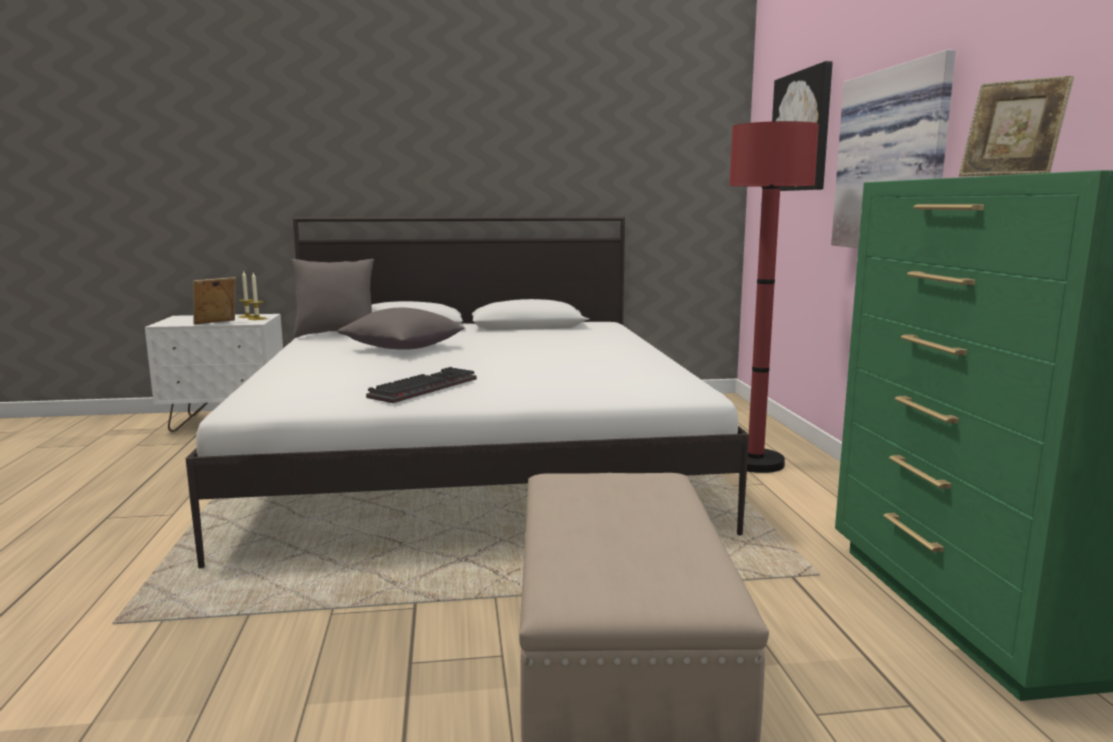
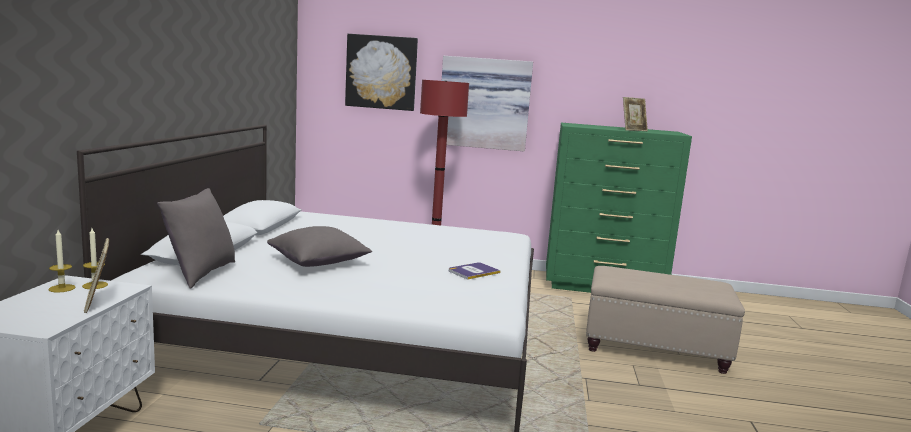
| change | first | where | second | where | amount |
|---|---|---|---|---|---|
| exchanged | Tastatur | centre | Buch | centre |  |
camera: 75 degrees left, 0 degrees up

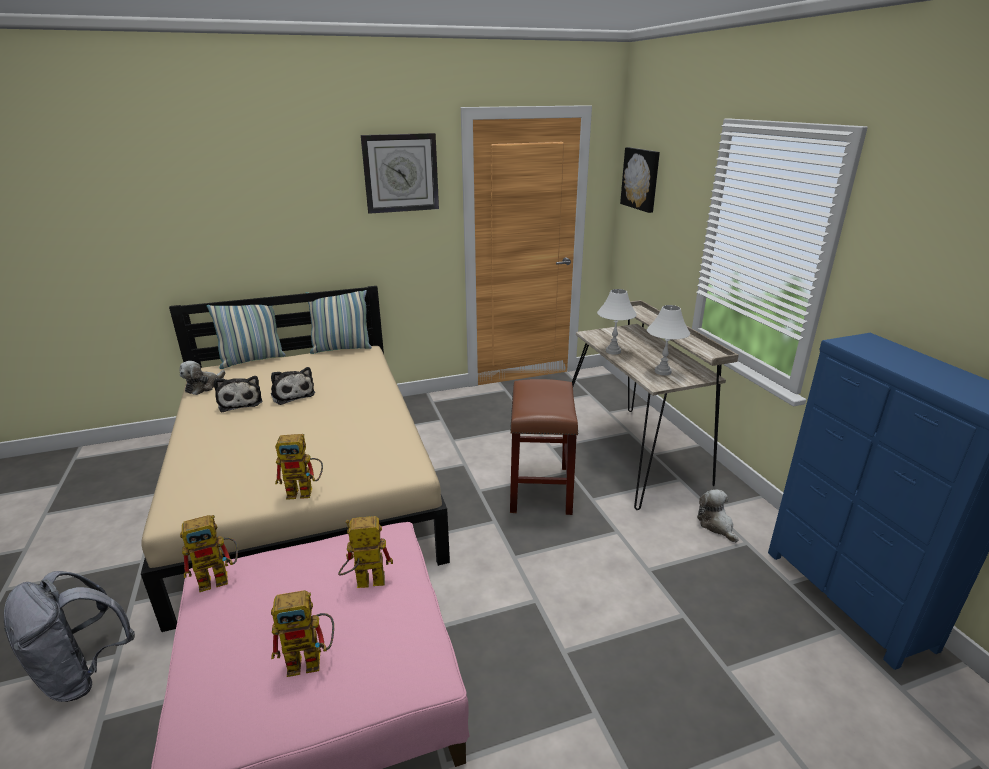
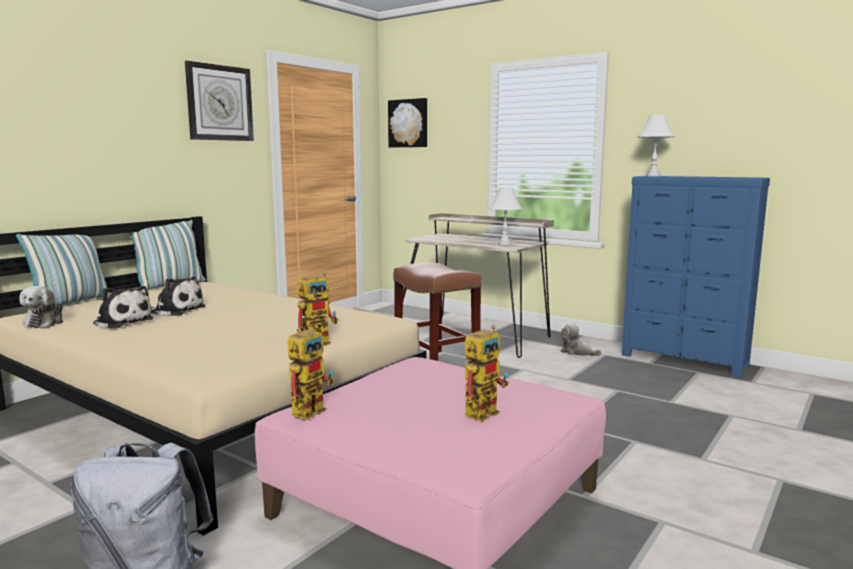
| change | first | where | second | where | amount |
|---|---|---|---|---|---|
| missing | Spielzeugroboter (no. 4 from left) | bottom centre |  |  |  |
| relocated | Tischlampe [weiß] (no. 1 from left in the first image) | centre | Tischlampe [weiß] (no. 2 from left) | top right |  |
camera: 35 degrees left, 15 degrees down

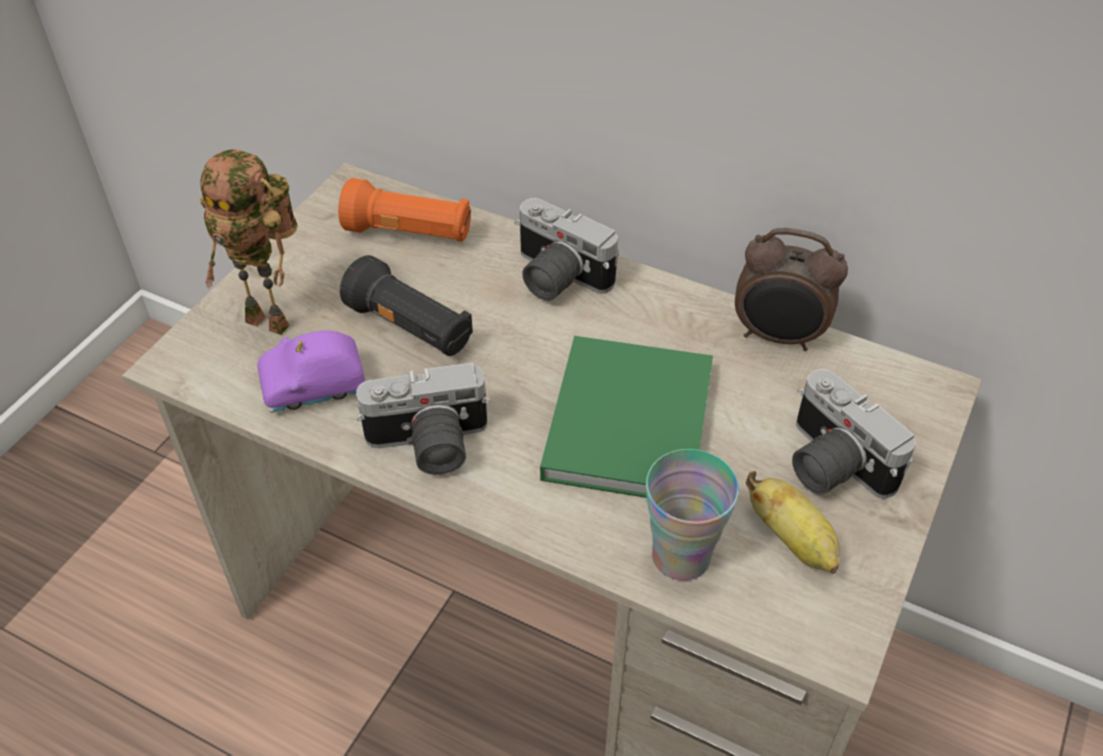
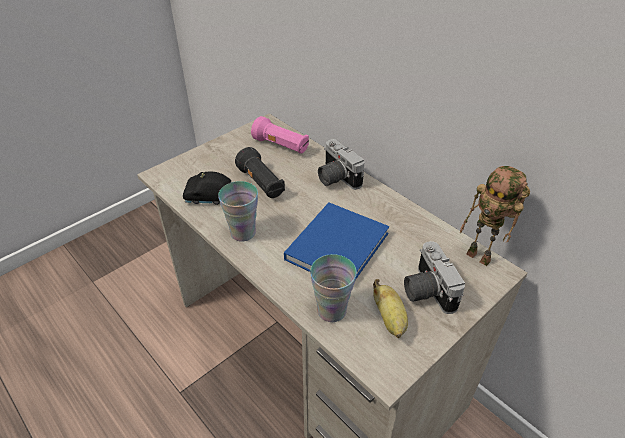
| change | first | where | second | where | amount |
|---|---|---|---|---|---|
| missing | Wecker | middle right |  |  |  |
| relocated | Spielzeugroboter | top left |  | middle right |  |
| exchanged | Kamera (no. 1 from left) | centre | Tasse (no. 1 from left) | centre |  |
| colour | Spielzeugauto [lila] | middle left | Spielzeugauto [schwarz] | middle left |  |
| colour | Taschenlampe [orange] | top centre | Taschenlampe [rosa] | top centre |  |
| colour | Buch [grün] | centre | Buch [blau] | centre |  |
camera: 20 degrees right, 5 degrees down

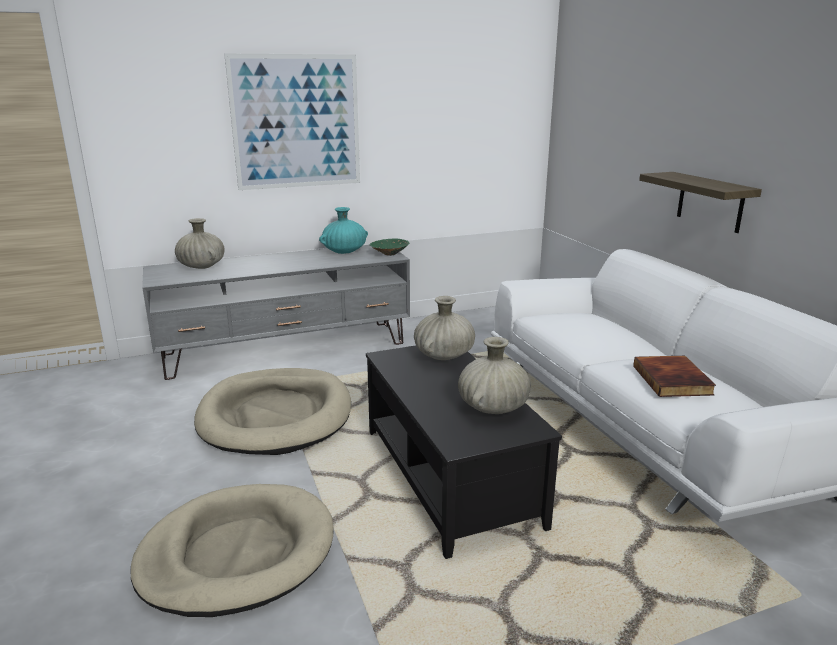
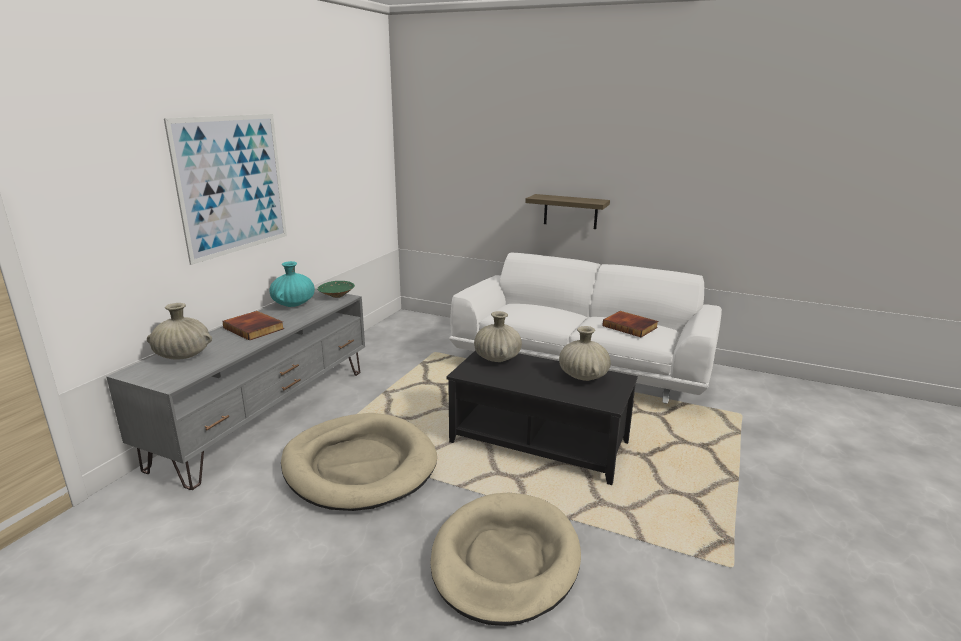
| change | first | where | second | where | amount |
|---|---|---|---|---|---|
| appeared |  |  | Buch (no. 1 from left) | middle left |  |
camera: 45 degrees left, 0 degrees up

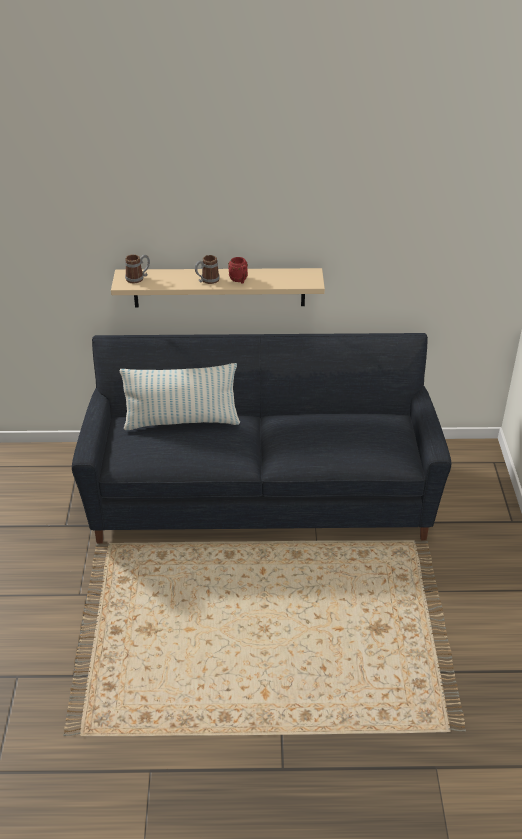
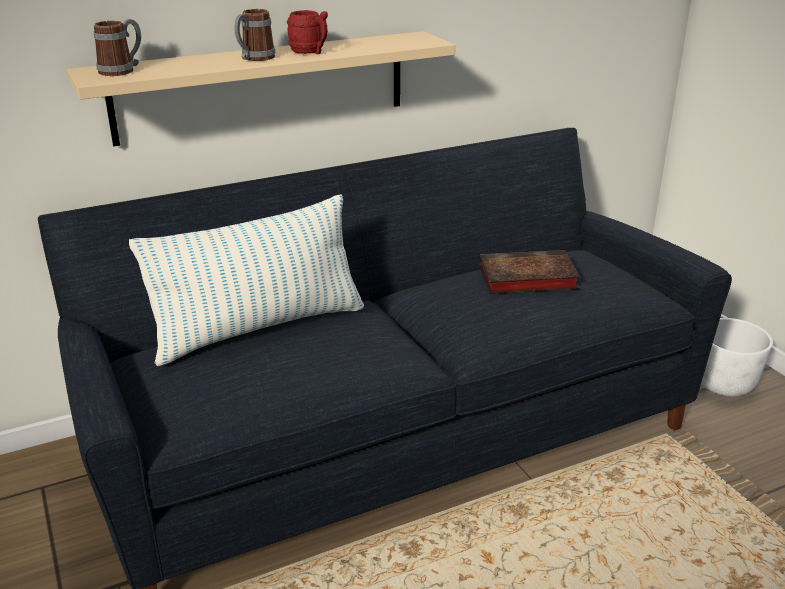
| change | first | where | second | where | amount |
|---|---|---|---|---|---|
| appeared |  |  | Buch | middle right |  |
| appeared |  |  | Pflanzkübel [weiß] | middle right |  |
camera: 25 degrees left, 10 degrees down

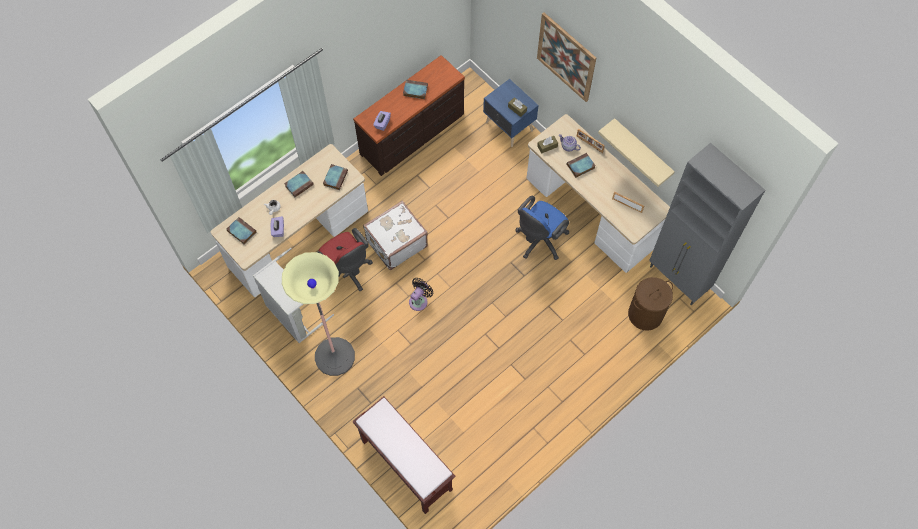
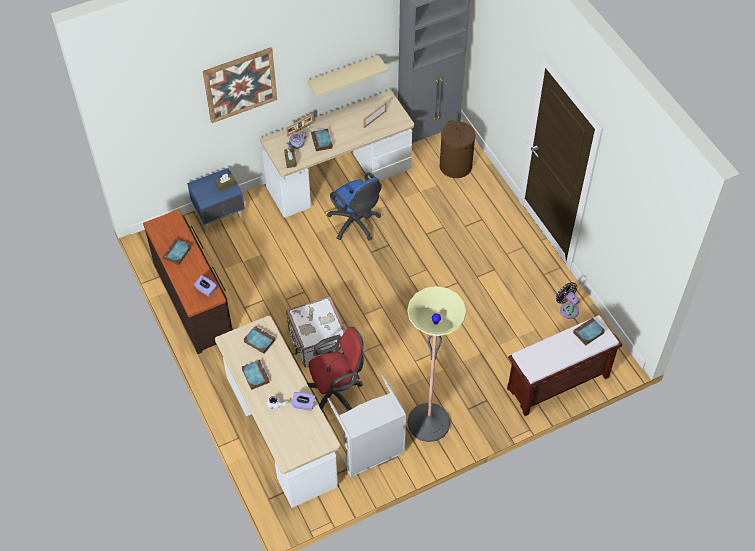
| change | first | where | second | where | amount |
|---|---|---|---|---|---|
| relocated | Buch (no. 1 from left in the first image) | middle left | Buch (no. 5 from left) | middle right |  |
| relocated | Ventilator [schwarz] | centre |  | middle right |  |
camera: 75 degrees left, 10 degrees down

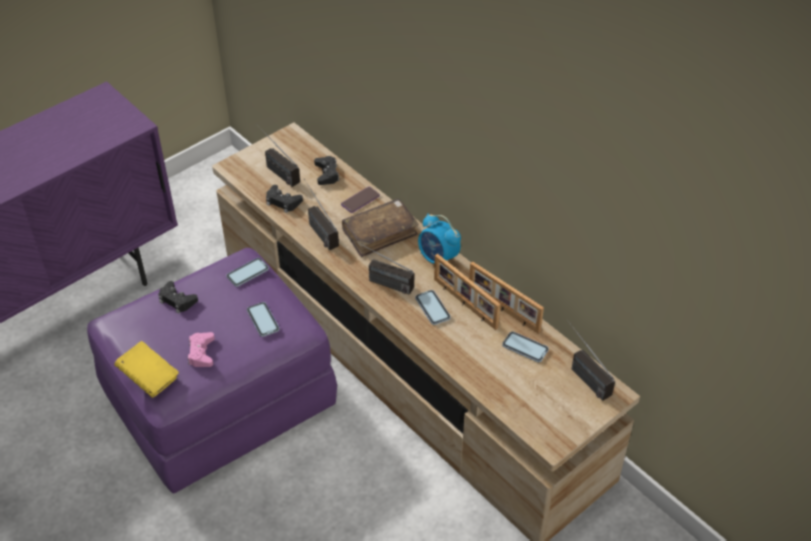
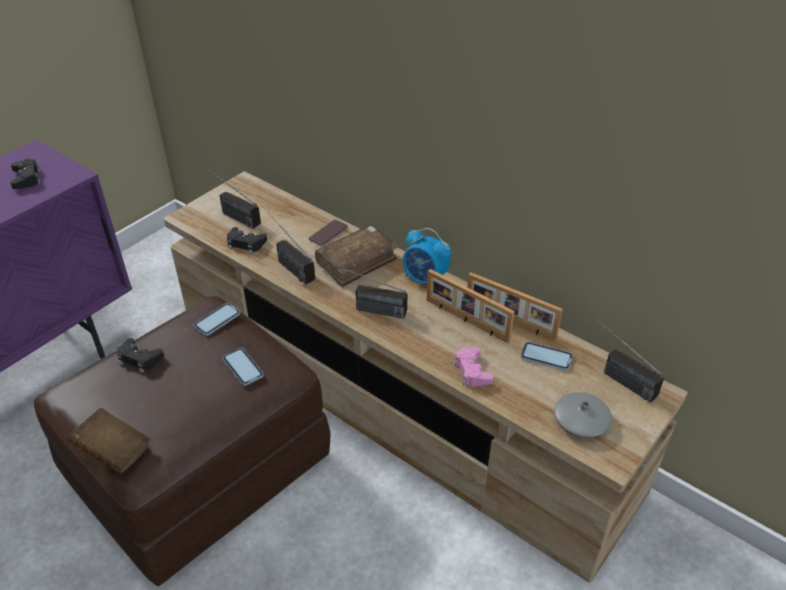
| change | first | where | second | where | amount |
|---|---|---|---|---|---|
| missing | Handy (no. 4 from left) | centre |  |  |  |
| appeared |  |  | Vase [grau] | bottom right |  |
| relocated | Gamepad [rosa] | middle left |  | centre |  |
| relocated | Gamepad [schwarz] (no. 3 from left in the first image) | top centre | Gamepad [schwarz] (no. 1 from left) | top left |  |
| colour | Polsterhocker [lila] | bottom left | Polsterhocker [braun] | bottom left |  |
| colour | Buch [gelb] | bottom left | Buch [braun] (no. 1 from left) | bottom left |  |
camera: 10 degrees left, 5 degrees down

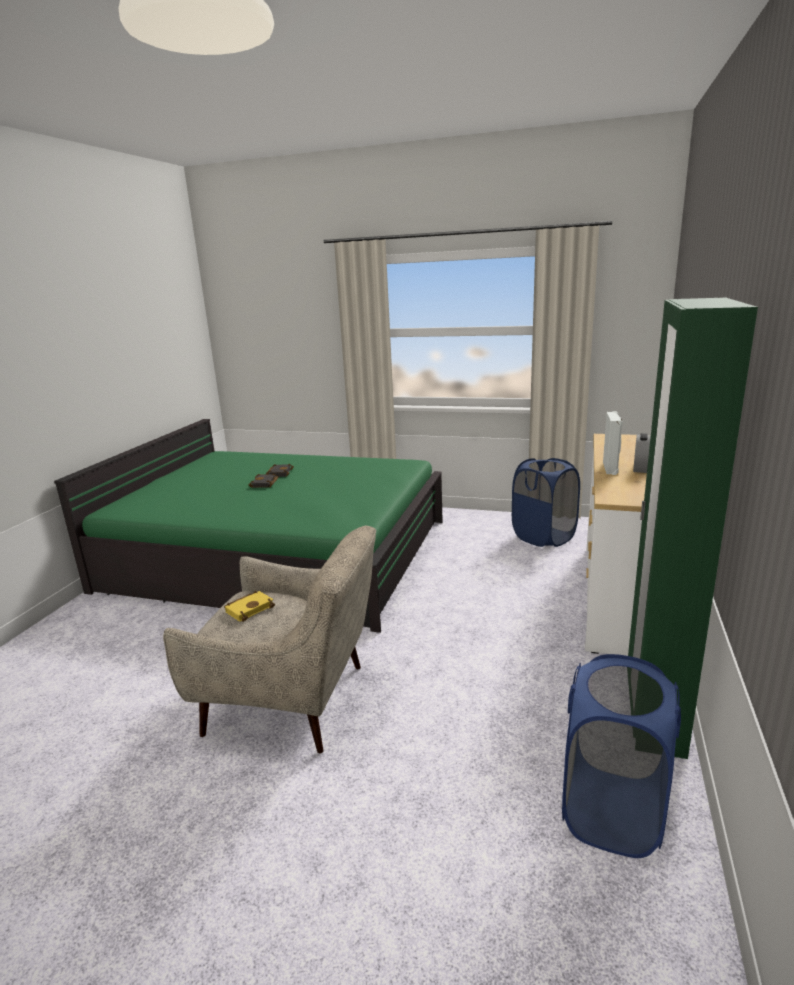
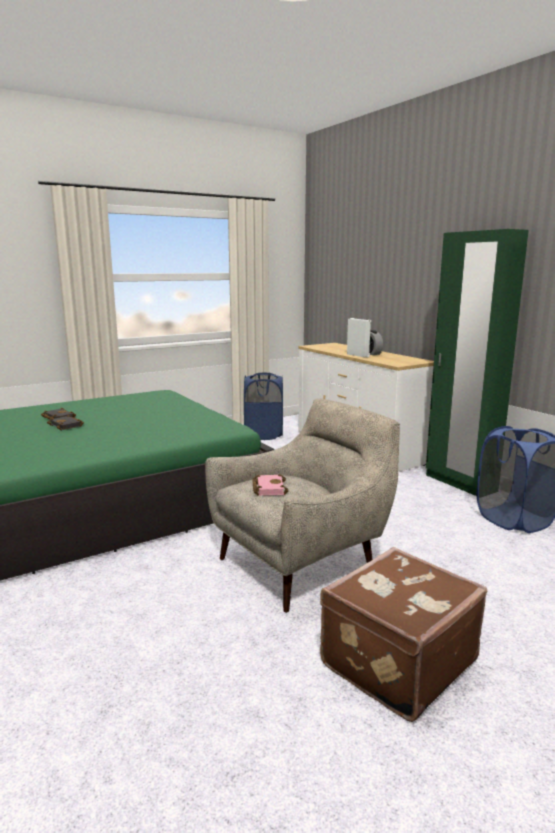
| change | first | where | second | where | amount |
|---|---|---|---|---|---|
| appeared |  |  | Koffer [braun] | bottom right |  |
| colour | Buch [gelb] | middle left | Buch [rosa] | centre |  |
camera: 50 degrees left, 5 degrees down

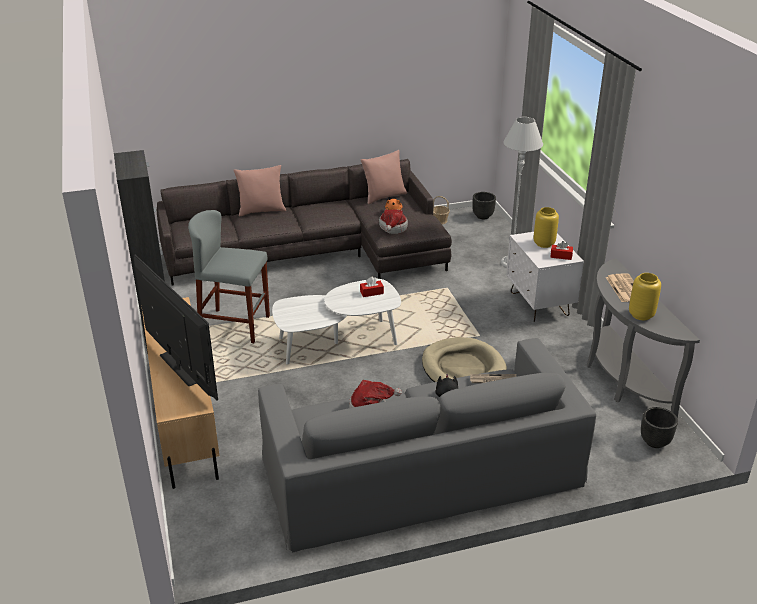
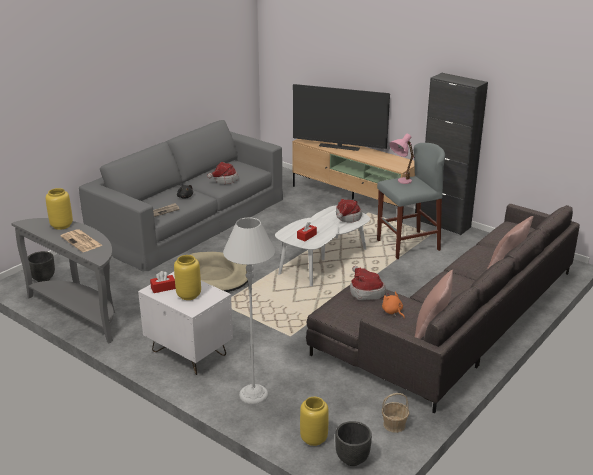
| change | first | where | second | where | amount |
|---|---|---|---|---|---|
| appeared |  |  | Vase [gelb] (no. 3 from left) | bottom centre |  |
| appeared |  |  | Hut (no. 2 from left) | centre |  |
| appeared |  |  | Tischlampe [rosa] | middle right |  |
camera: 145 degrees right, 5 degrees down

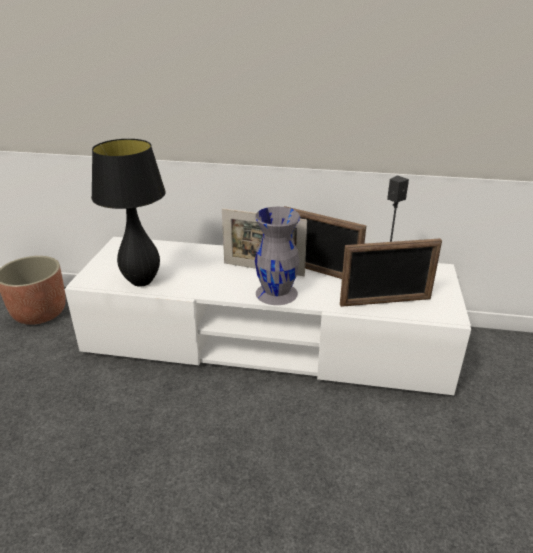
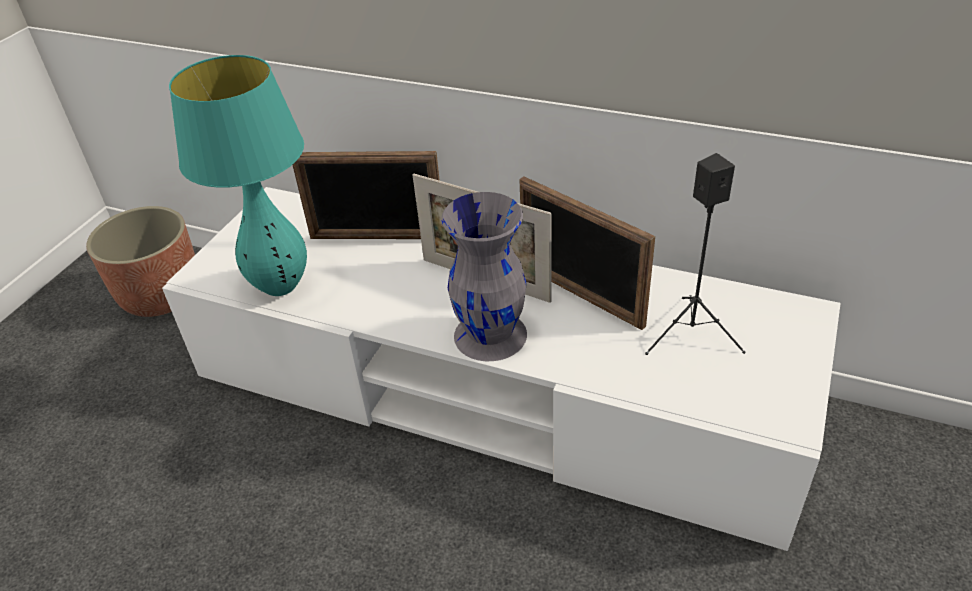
| change | first | where | second | where | amount |
|---|---|---|---|---|---|
| relocated | Bilderrahmen (no. 3 from left in the first image) | middle right | Bilderrahmen (no. 1 from left) | top centre |  |
| colour | Tischlampe [schwarz] | middle left | Tischlampe [türkis] | top left |  |
camera: 15 degrees right, 10 degrees up

